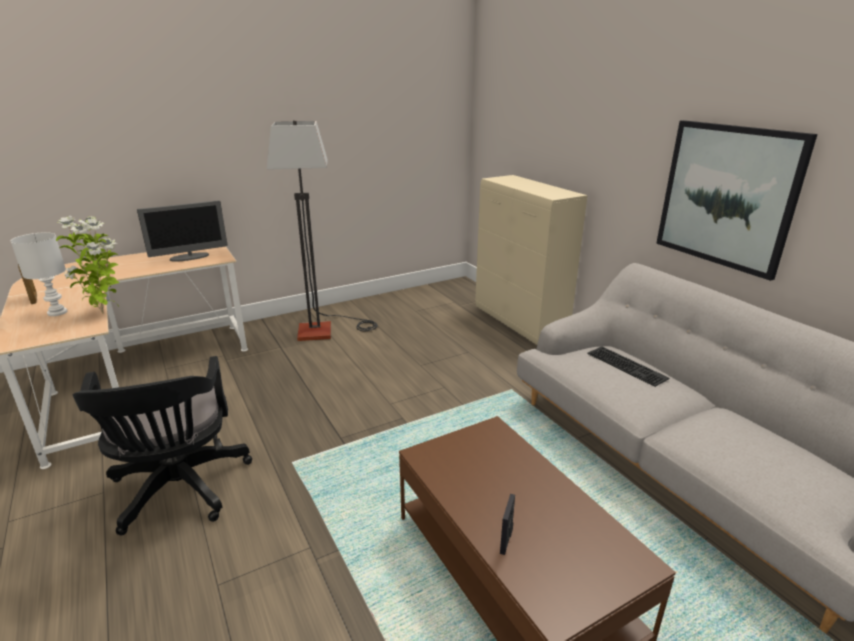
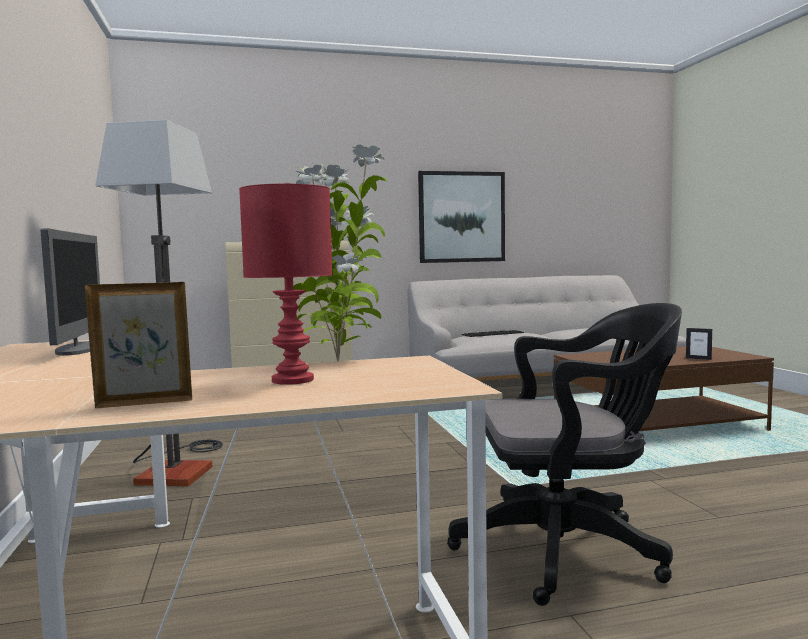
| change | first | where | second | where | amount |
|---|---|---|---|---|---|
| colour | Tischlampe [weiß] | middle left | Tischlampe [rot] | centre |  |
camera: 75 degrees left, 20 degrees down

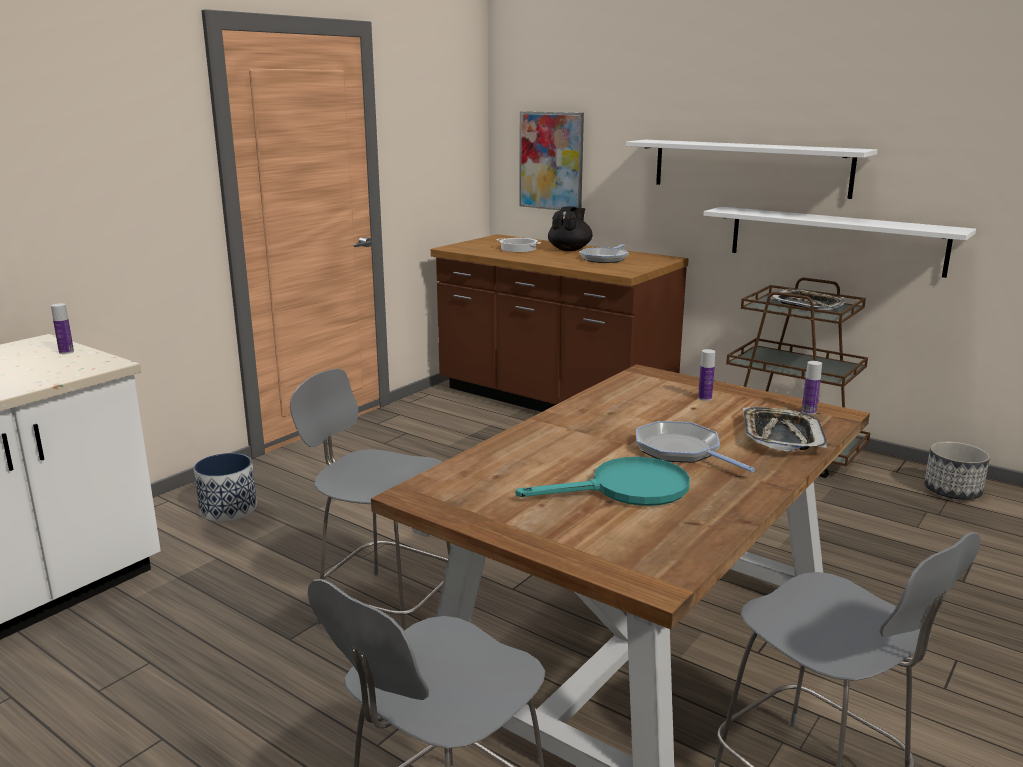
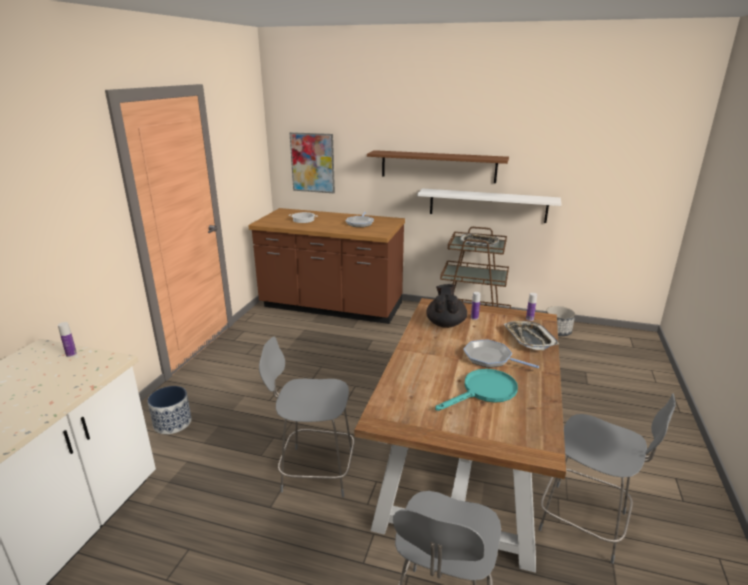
| change | first | where | second | where | amount |
|---|---|---|---|---|---|
| relocated | Teekanne [schwarz] | top centre |  | centre |  |
| colour | Wandregal [weiß] (no. 1 from left) | top right | Wandregal [braun] | top centre |  |
camera: 20 degrees left, 5 degrees up

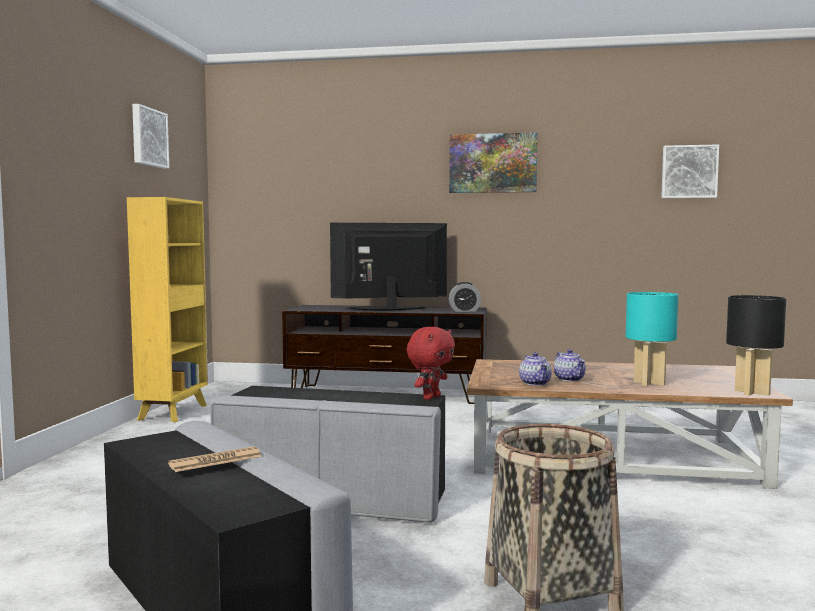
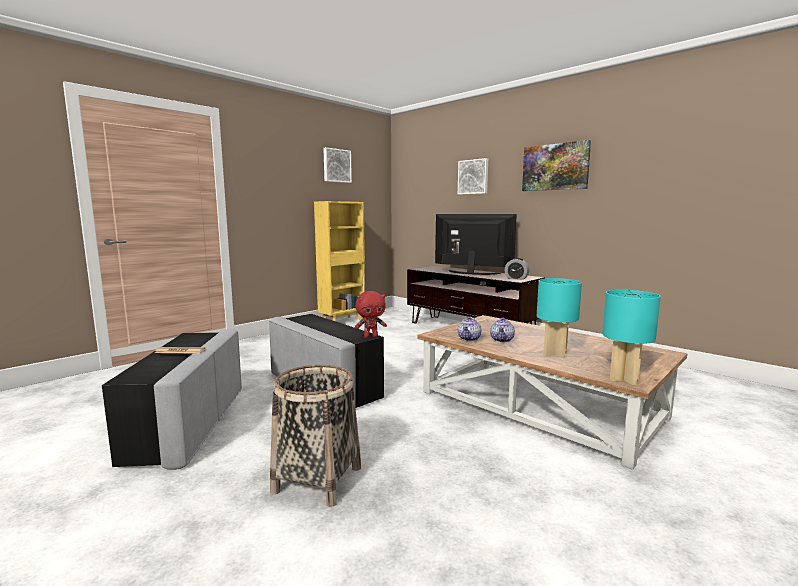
| change | first | where | second | where | amount |
|---|---|---|---|---|---|
| relocated | Bild (no. 3 from left in the first image) | top right | Bild (no. 2 from left) | top centre |  |
| colour | Tischlampe [schwarz] | middle right | Tischlampe [türkis] (no. 2 from left) | middle right |  |
camera: 35 degrees right, 5 degrees up

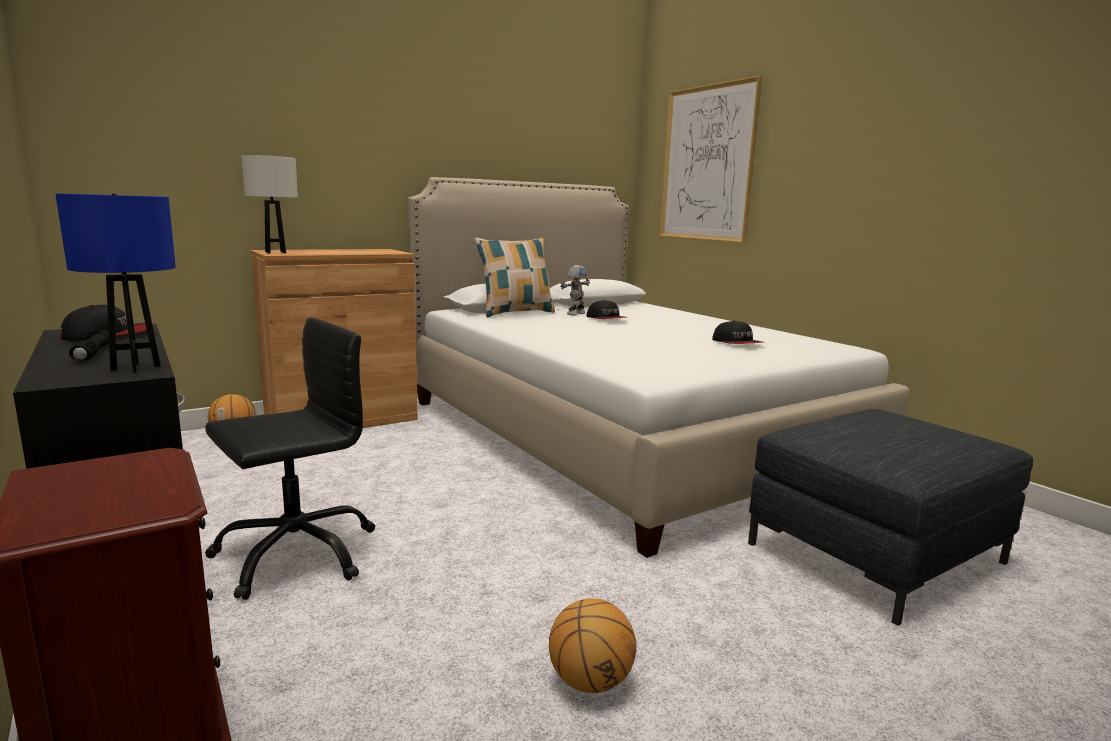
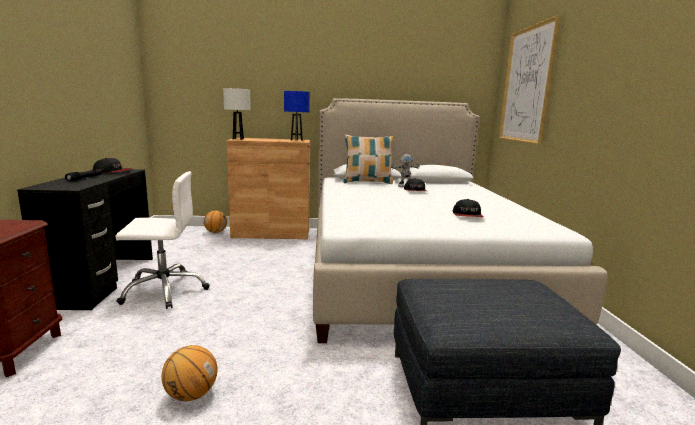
| change | first | where | second | where | amount |
|---|---|---|---|---|---|
| relocated | Tischlampe [blau] | middle left |  | top centre |  |
| colour | Bürostuhl [schwarz] | middle left | Bürostuhl [weiß] | middle left |  |
camera: 30 degrees right, 0 degrees up

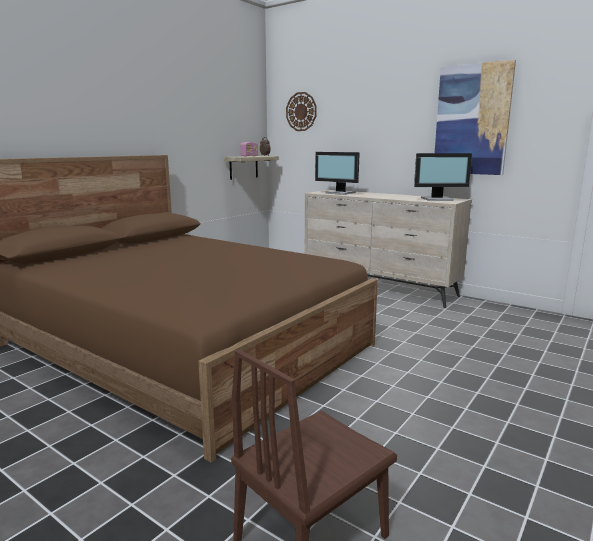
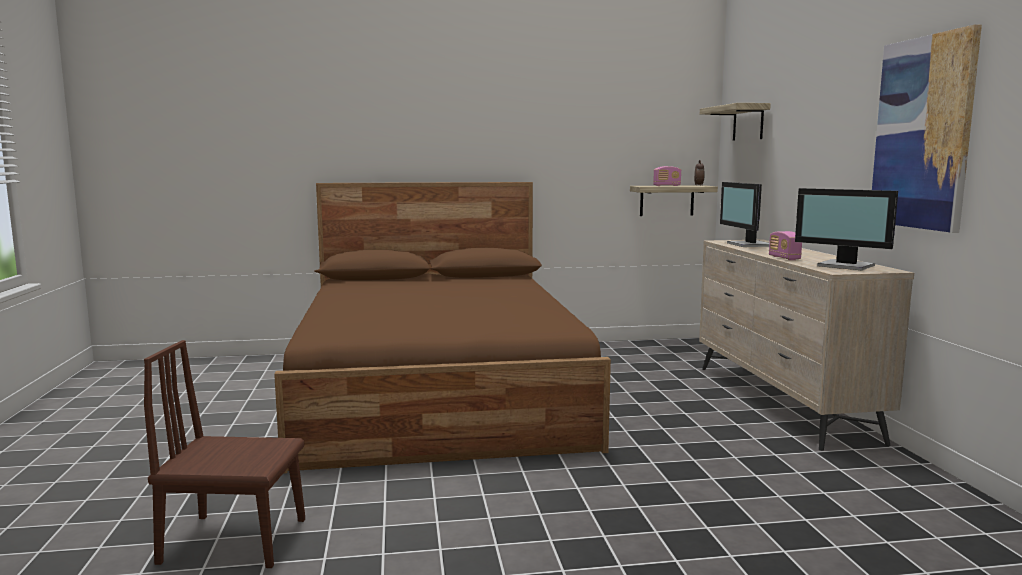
| change | first | where | second | where | amount |
|---|---|---|---|---|---|
| appeared |  |  | Radio (no. 2 from left) | middle right |  |
| exchanged | Wanduhr | top centre | Wandregal (no. 2 from left) | top right |  |
camera: 45 degrees right, 5 degrees down

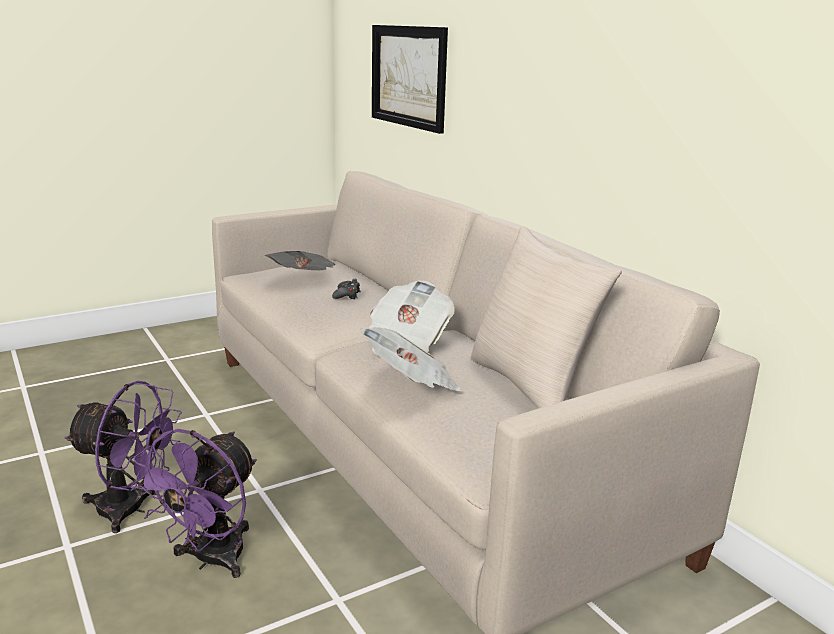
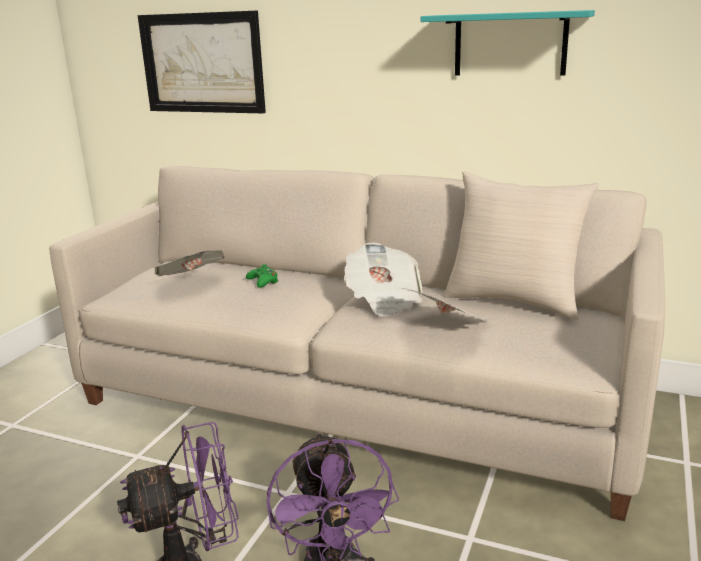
| change | first | where | second | where | amount |
|---|---|---|---|---|---|
| appeared |  |  | Wandregal [türkis] | top right |  |
| colour | Gamepad [schwarz] | centre | Gamepad [grün] | centre |  |
camera: 35 degrees left, 0 degrees up

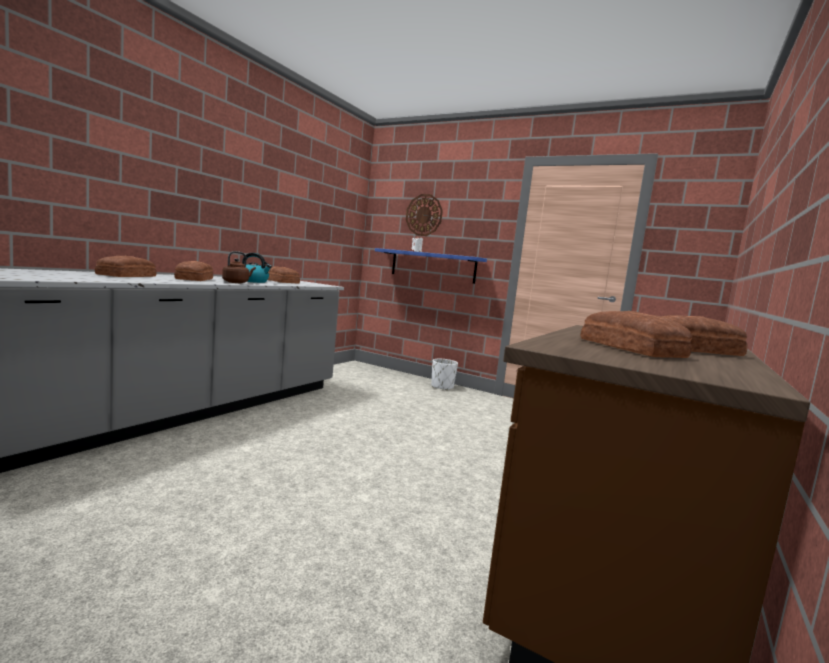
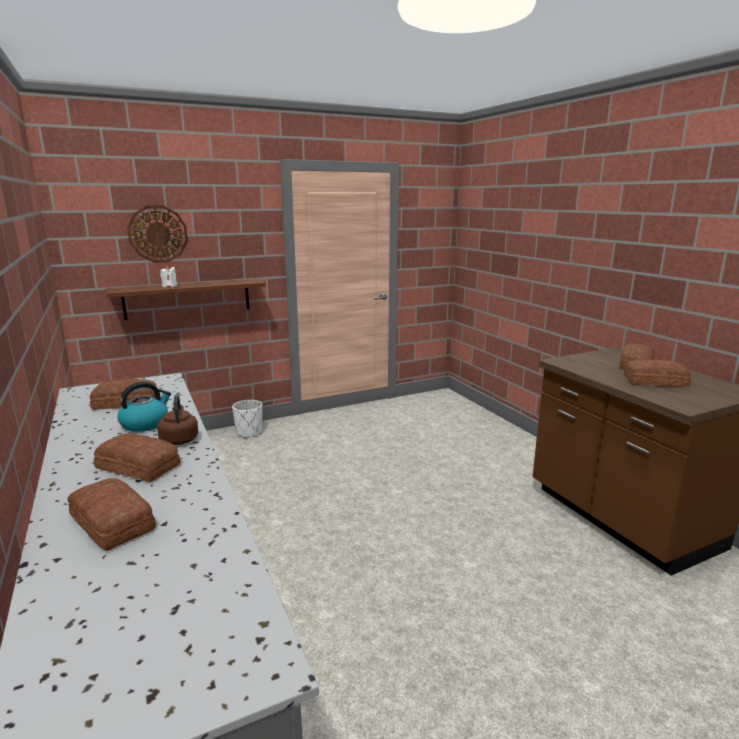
| change | first | where | second | where | amount |
|---|---|---|---|---|---|
| colour | Wandregal [blau] | centre | Wandregal [braun] | middle left |  |
camera: 55 degrees left, 10 degrees up

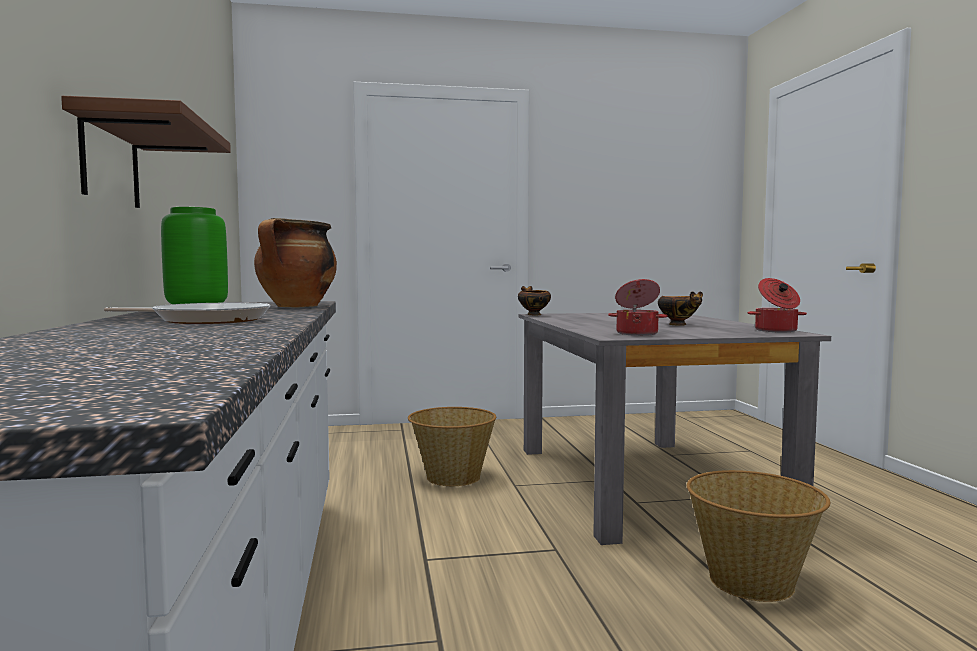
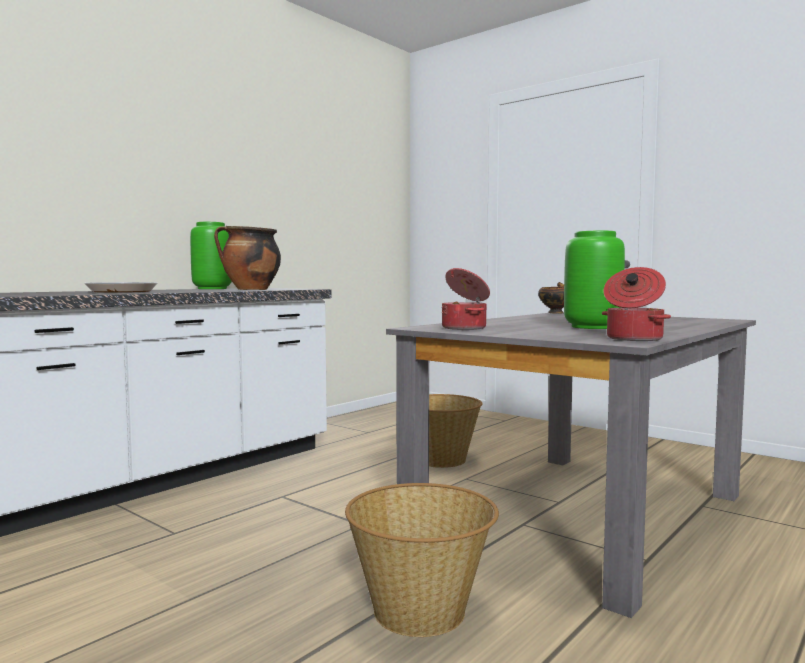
| change | first | where | second | where | amount |
|---|---|---|---|---|---|
| missing | Wandregal [braun] | top left |  |  |  |
| exchanged | Schüssel (no. 2 from left) | middle right | Vase [grün] (no. 2 from left) | middle right |  |
camera: 50 degrees right, 0 degrees up

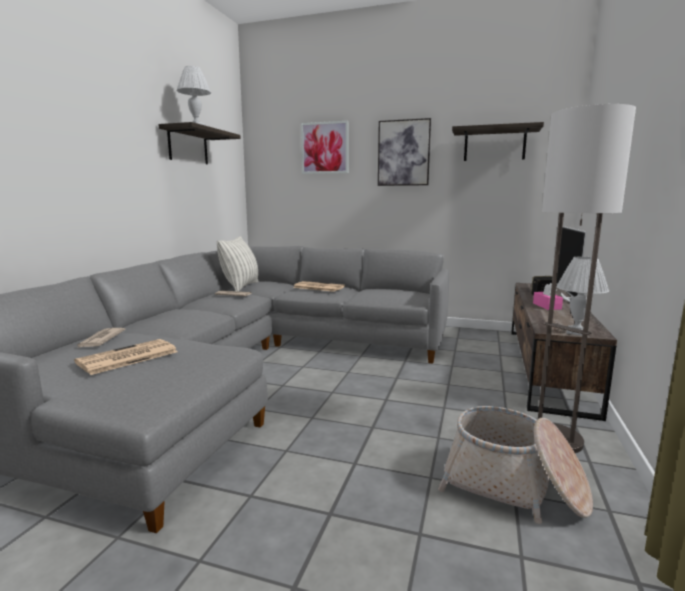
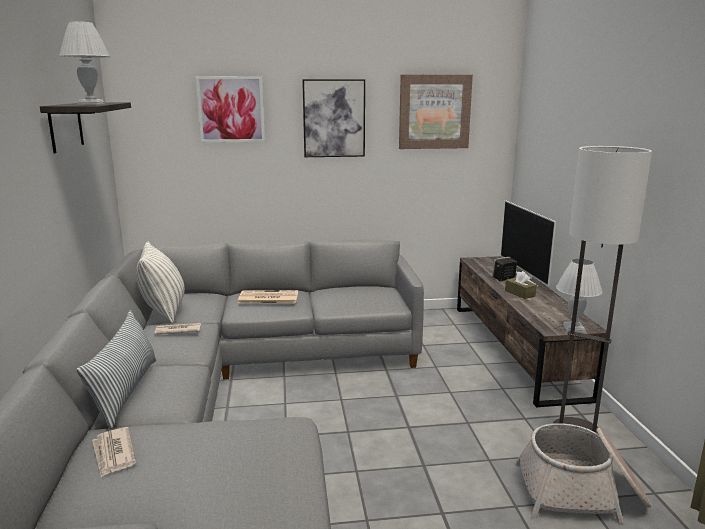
| change | first | where | second | where | amount |
|---|---|---|---|---|---|
| missing | Zeitung (no. 2 from left) | middle left |  |  |  |
| appeared |  |  | Kissen (no. 1 from left) | bottom left |  |
| exchanged | Wandregal (no. 2 from left) | top right | Bild (no. 3 from left) | top centre |  |
| colour | Taschentuchbox [rosa] | middle right | Taschentuchbox [braun] | middle right |  |
camera: 25 degrees left, 5 degrees up

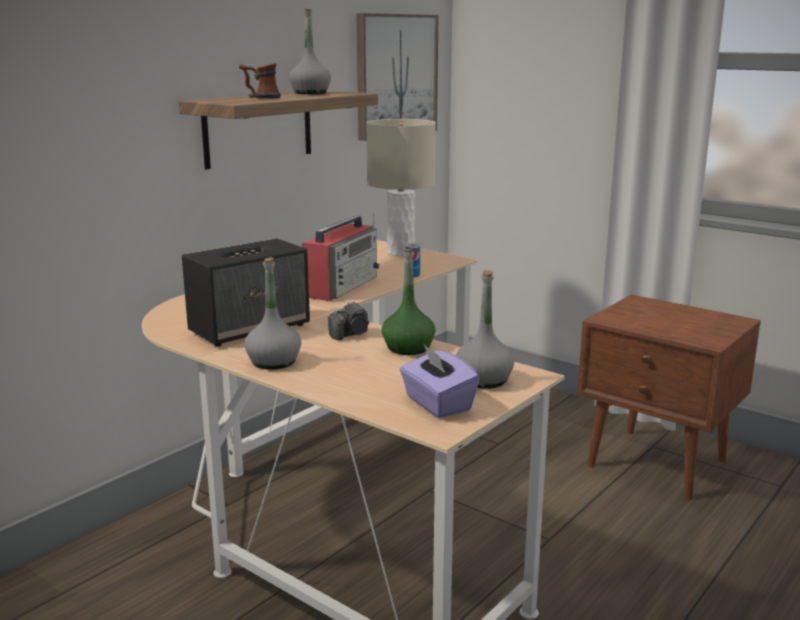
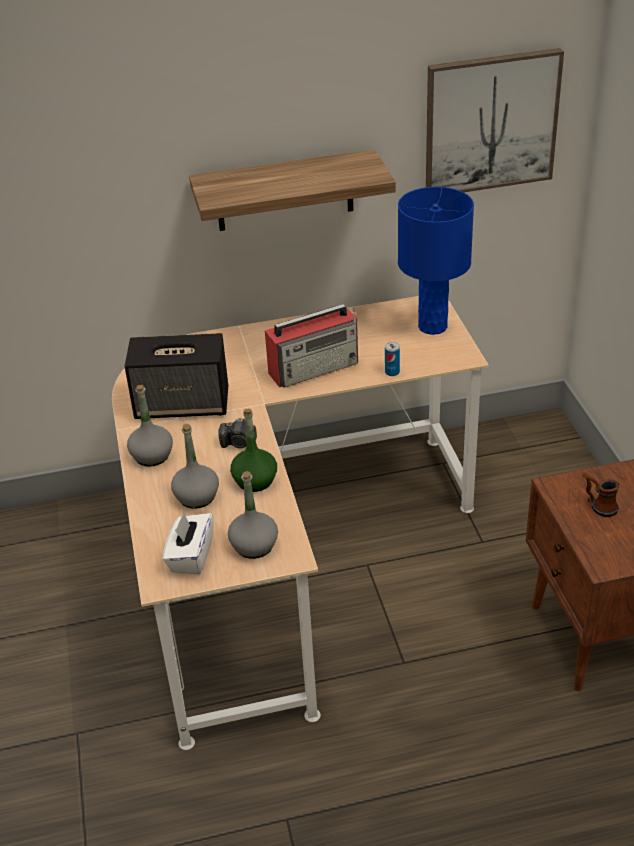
| change | first | where | second | where | amount |
|---|---|---|---|---|---|
| relocated | Henkelbecher | top left |  | middle right |  |
| relocated | Flasche [grau] (no. 2 from left) | top centre |  | middle left |  |
| colour | Tischlampe [beige] | top centre | Tischlampe [blau] | top right |  |
| colour | Taschentuchbox [lila] | centre | Taschentuchbox [weiß] | middle left |  |
camera: 40 degrees right, 20 degrees up

